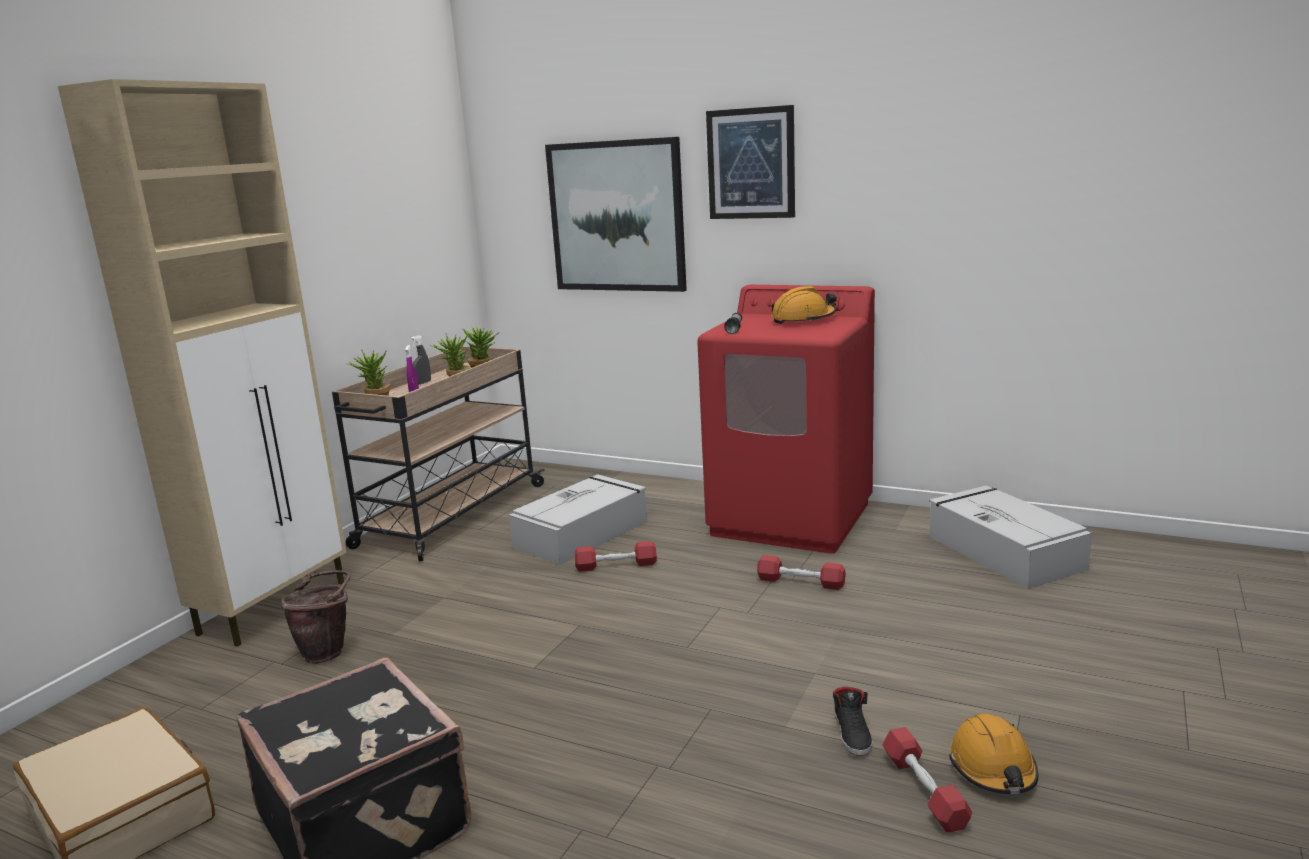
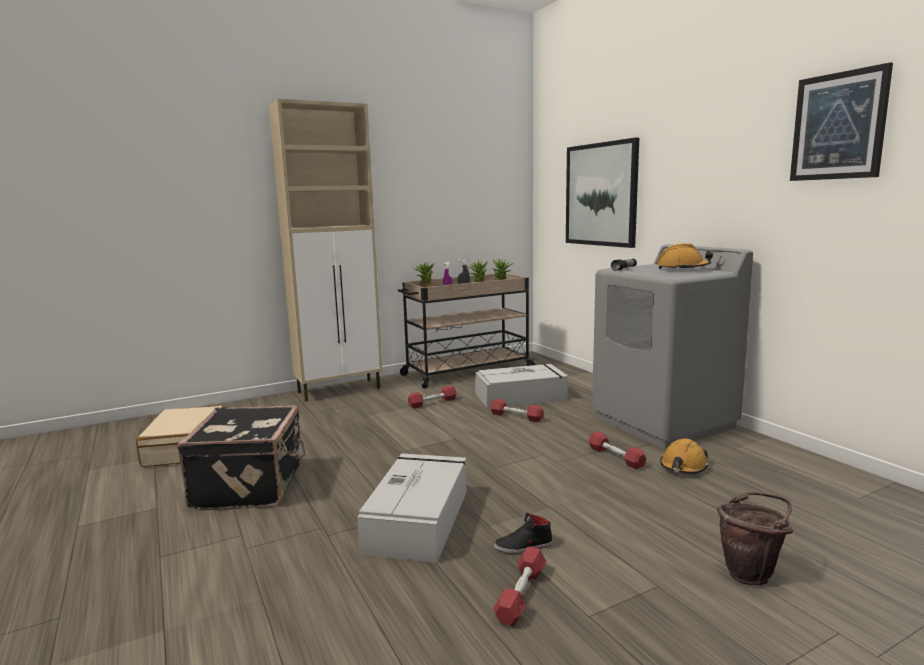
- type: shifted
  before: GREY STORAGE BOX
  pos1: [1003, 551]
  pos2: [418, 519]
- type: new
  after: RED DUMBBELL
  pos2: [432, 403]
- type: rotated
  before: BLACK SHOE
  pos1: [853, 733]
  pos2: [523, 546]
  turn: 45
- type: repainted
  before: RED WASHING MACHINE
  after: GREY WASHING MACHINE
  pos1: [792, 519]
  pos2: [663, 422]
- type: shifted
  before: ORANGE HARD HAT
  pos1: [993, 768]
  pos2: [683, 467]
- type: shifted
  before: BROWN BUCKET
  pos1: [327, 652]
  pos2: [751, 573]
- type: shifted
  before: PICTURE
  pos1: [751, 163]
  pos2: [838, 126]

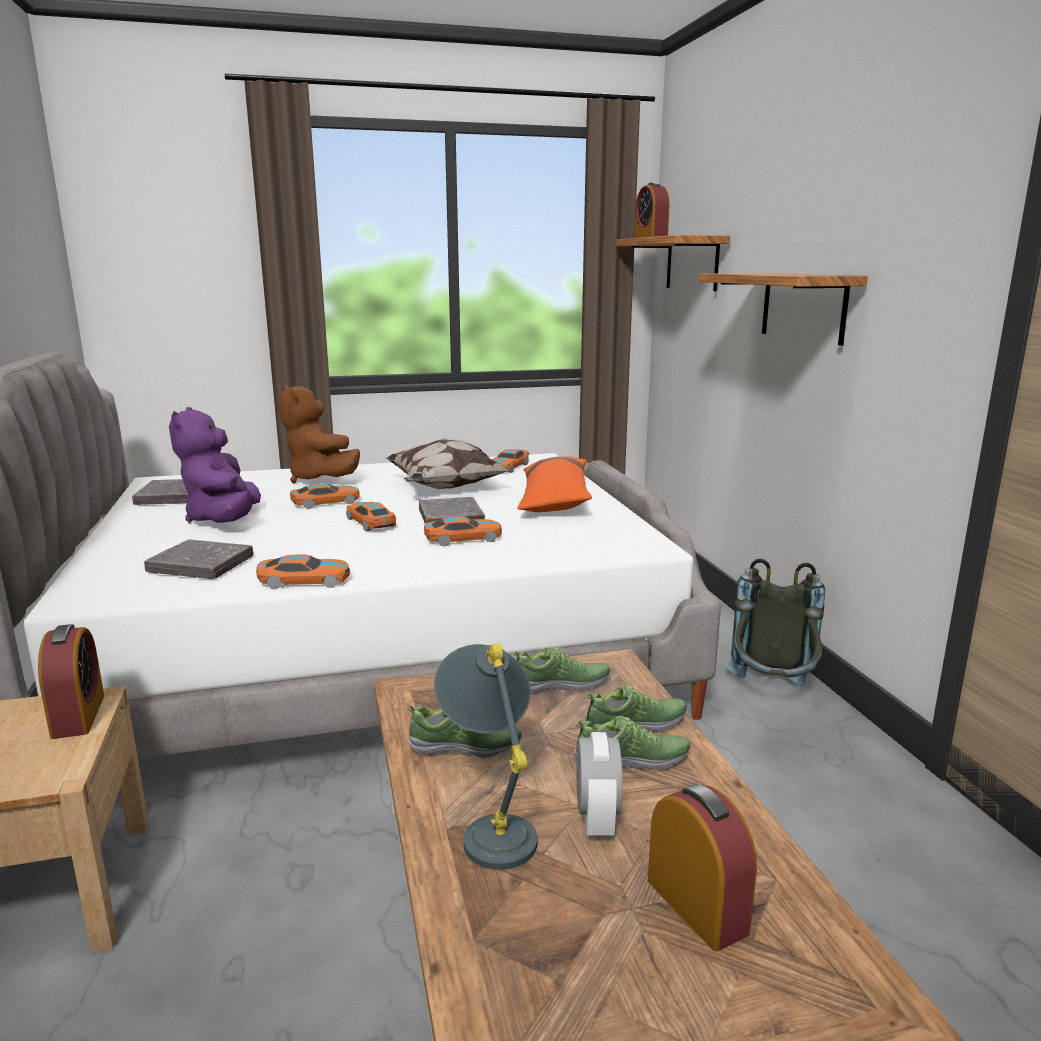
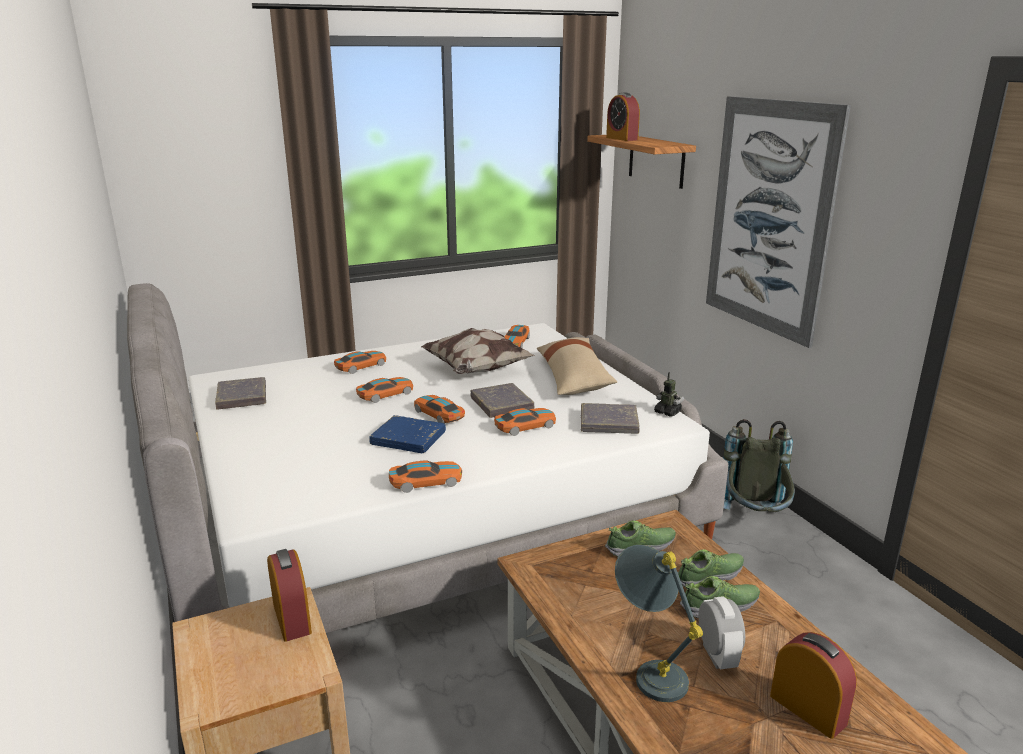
- type: swapped
  before: BROWN PLUSH TOY
  after: TOY CAR
  pos1: [320, 478]
  pos2: [361, 366]
- type: new
  after: BLUE BOOK
  pos2: [408, 439]
- type: repainted
  before: ORANGE PILLOW
  after: BEIGE PILLOW
  pos1: [554, 499]
  pos2: [573, 377]
- type: shifted
  before: GREY BOOK
  pos1: [201, 565]
  pos2: [608, 423]
- type: new
  after: TOY ROBOT
  pos2: [667, 412]
- type: swapped
  before: SHELF
  after: PICTURE
  pos1: [803, 307]
  pos2: [769, 218]
- type: gone
  before: PURPLE PLUSH TOY
  pos1: [224, 520]
- type: gone
  before: SHOE
  pos1: [465, 747]

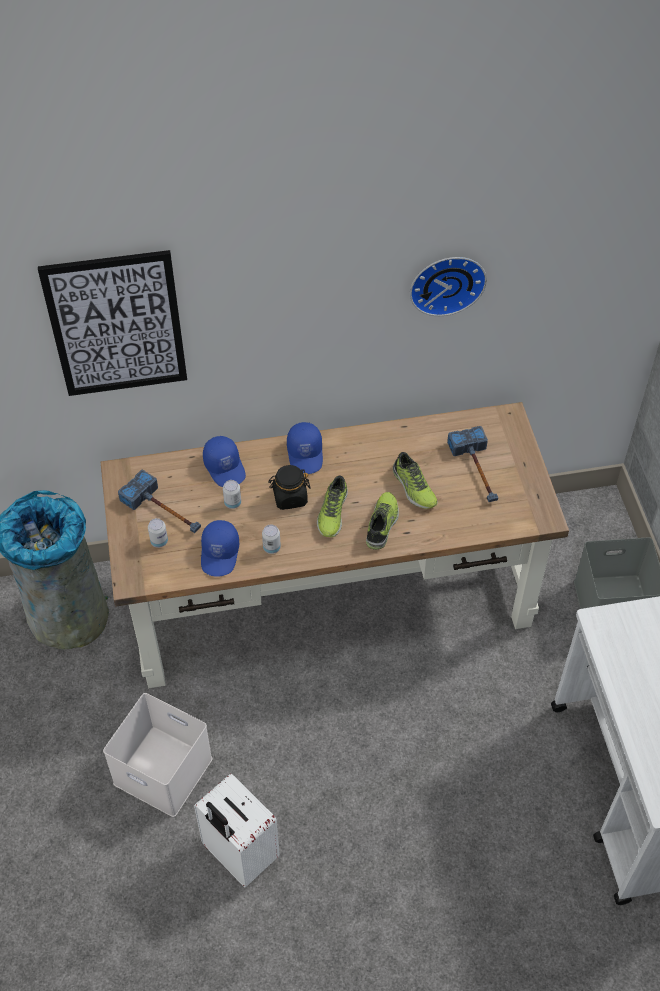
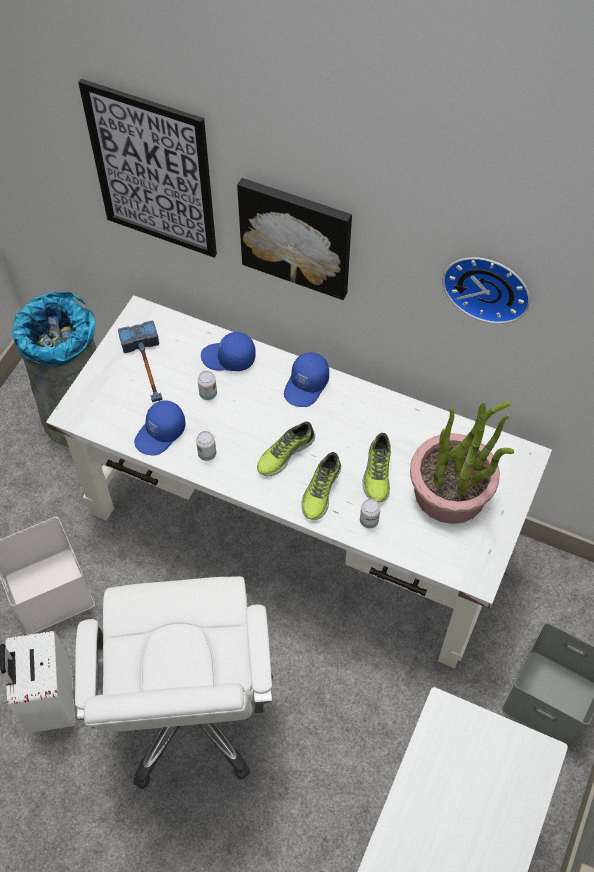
- type: repainted
  before: BROWN DESK
  after: WHITE DESK
  pos1: [331, 595]
  pos2: [299, 527]
- type: new
  after: WHITE OFFICE CHAIR
  pos2: [190, 711]
- type: rotated
  before: BLUE CAP
  pos1: [225, 467]
  pos2: [228, 358]
  turn: 90
- type: new
  after: PICTURE
  pos2: [296, 236]
- type: rotated
  before: SHOE
  pos1: [382, 524]
  pos2: [320, 491]
  turn: 150
- type: shifted
  before: CAN
  pos1: [159, 541]
  pos2: [369, 521]
- type: swapped
  before: HAMMER
  after: POTTED PLANT
  pos1: [477, 471]
  pos2: [451, 492]
- type: gone
  before: BLACK JAR
  pos1: [290, 497]

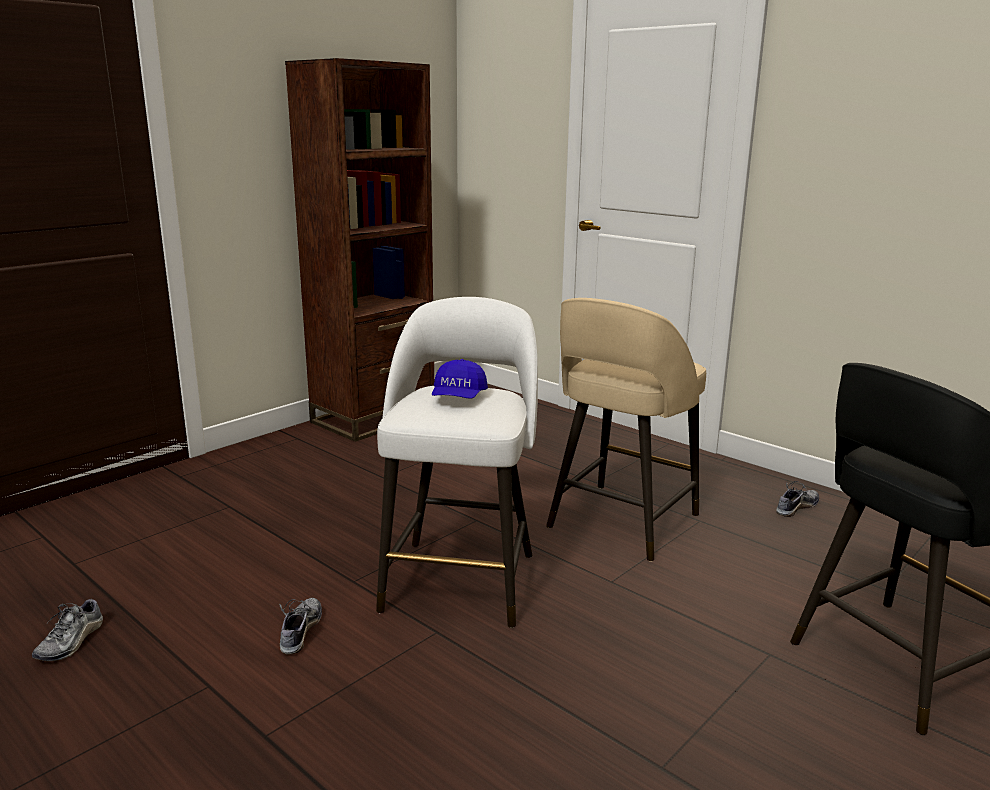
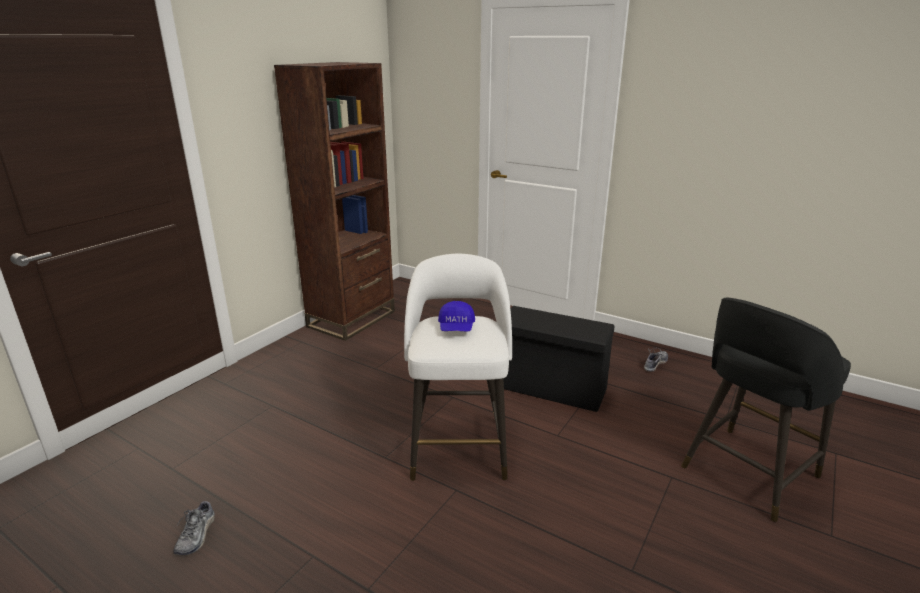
- type: swapped
  before: BEIGE STOOL
  after: BLACK STORAGE BOX
  pos1: [620, 523]
  pos2: [549, 388]
- type: gone
  before: SHOE
  pos1: [300, 632]

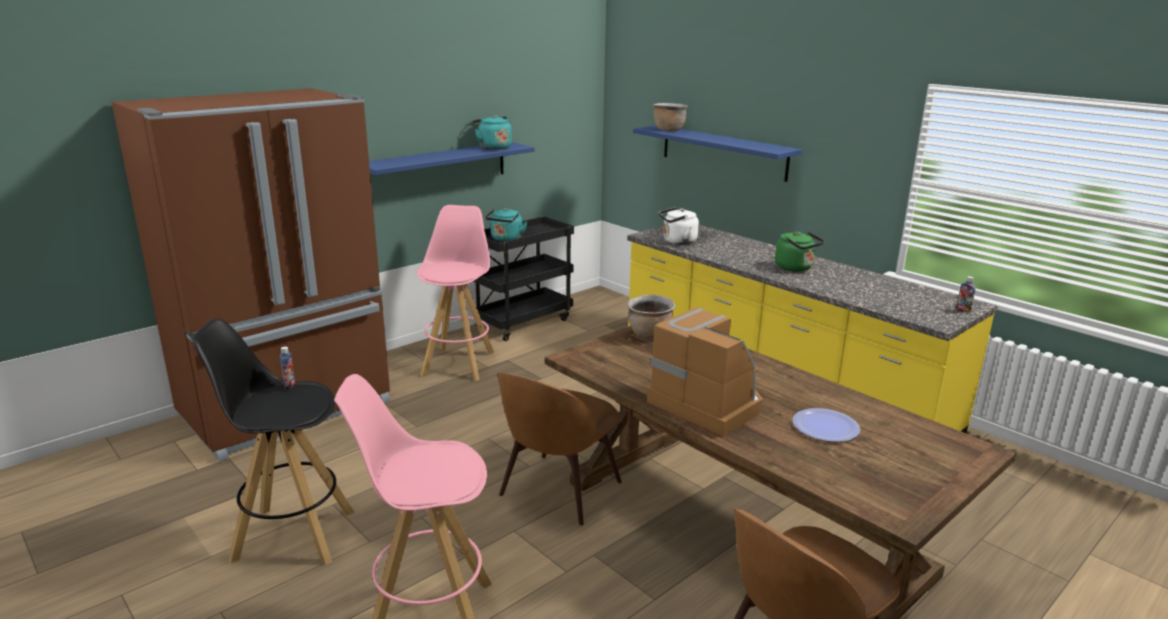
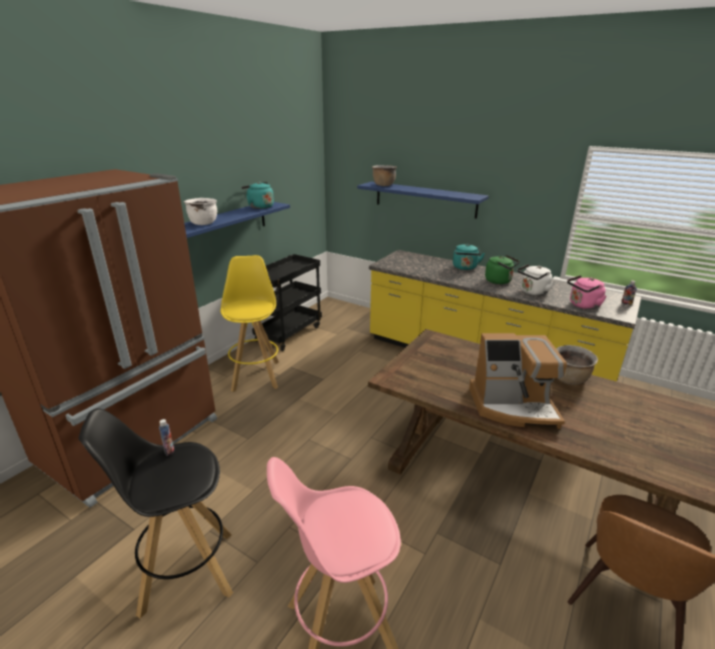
- type: new
  after: WHITE COOKING POT
  pos2: [203, 223]
- type: repainted
  before: PINK STOOL
  after: YELLOW STOOL
  pos1: [459, 363]
  pos2: [256, 375]
- type: shifted
  before: TURQUOISE KETTLE
  pos1: [506, 239]
  pos2: [465, 268]
- type: rotated
  before: COFFEE MACHINE
  pos1: [707, 403]
  pos2: [513, 406]
  turn: 150
- type: shifted
  before: WHITE KETTLE
  pos1: [677, 242]
  pos2: [532, 292]
- type: shifted
  before: BROWN COOKING POT
  pos1: [649, 335]
  pos2: [569, 380]
- type: new
  after: PINK KETTLE
  pos2: [583, 305]
- type: gone
  before: BROWN CHAIR
  pos1: [558, 491]
- type: gone
  before: PLATE
  pos1: [825, 427]

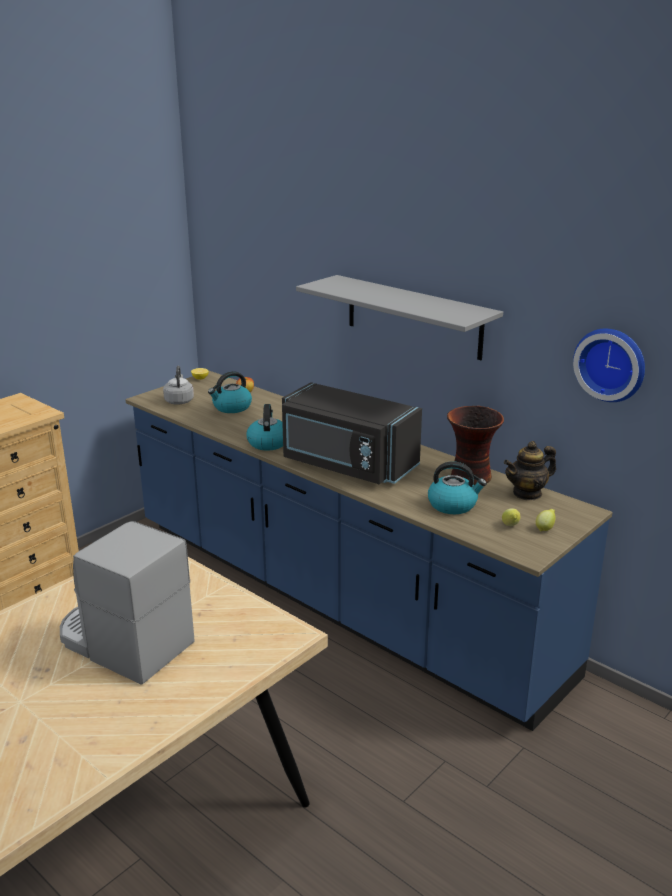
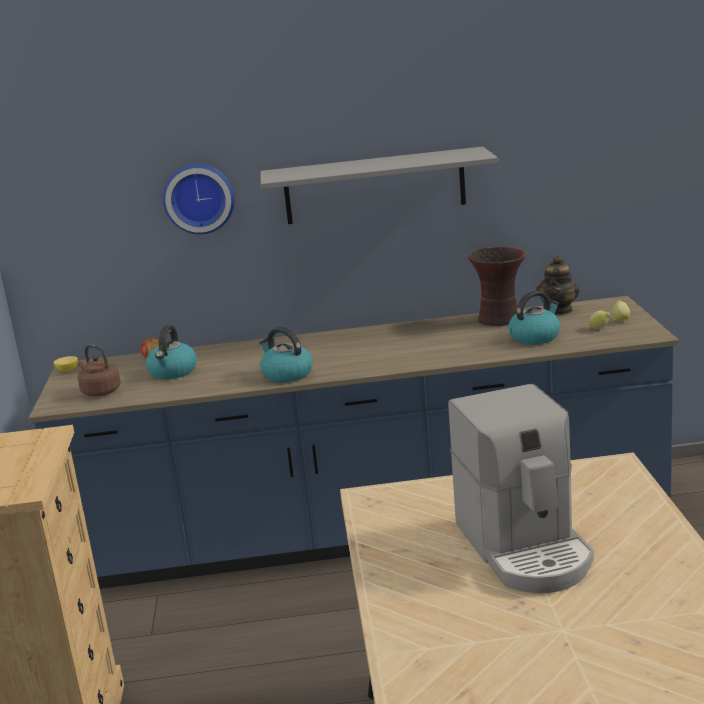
- type: repainted
  before: GREY KETTLE
  after: BROWN KETTLE
  pos1: [179, 400]
  pos2: [99, 391]
- type: shifted
  before: WALL CLOCK
  pos1: [611, 363]
  pos2: [199, 198]
- type: rotated
  before: COFFEE MACHINE
  pos1: [123, 643]
  pos2: [525, 548]
  turn: -90
- type: gone
  before: BLACK MICROWAVE
  pos1: [346, 465]

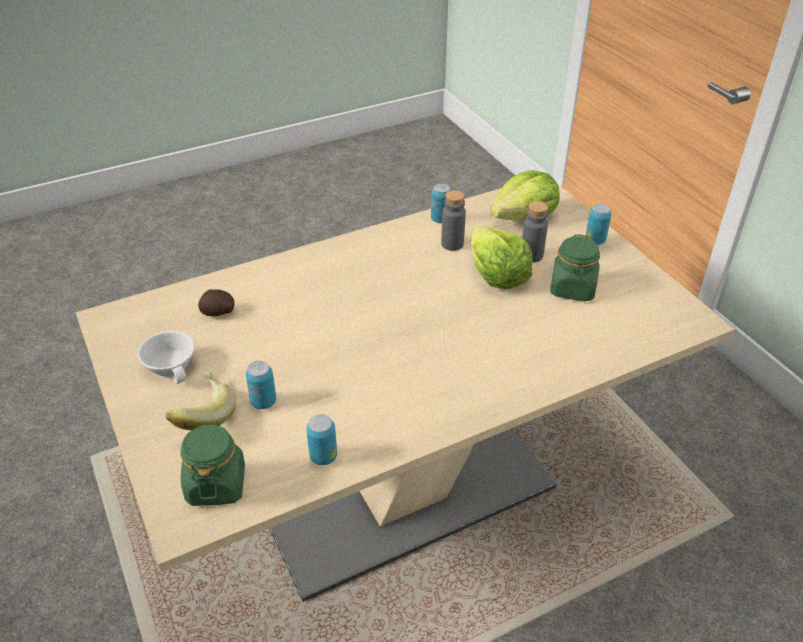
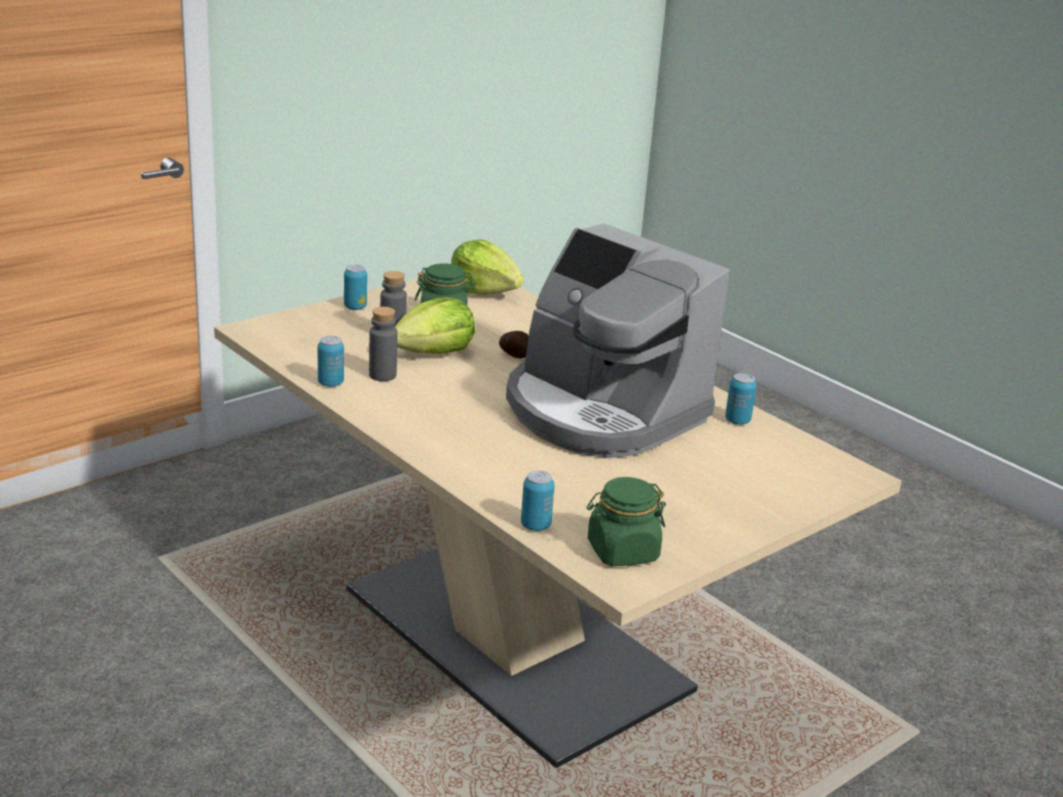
- type: shifted
  before: LETTUCE
  pos1: [524, 216]
  pos2: [484, 291]
- type: shifted
  before: POTATO
  pos1: [218, 313]
  pos2: [515, 355]
- type: new
  after: COFFEE MACHINE
  pos2: [601, 412]
- type: shifted
  before: CAN
  pos1: [263, 402]
  pos2: [535, 525]
- type: shifted
  before: GREEN JAR
  pos1: [216, 484]
  pos2: [622, 552]
- type: gone
  before: WHITE CUP
  pos1: [173, 367]
- type: gone
  before: BANANA
  pos1: [202, 415]

